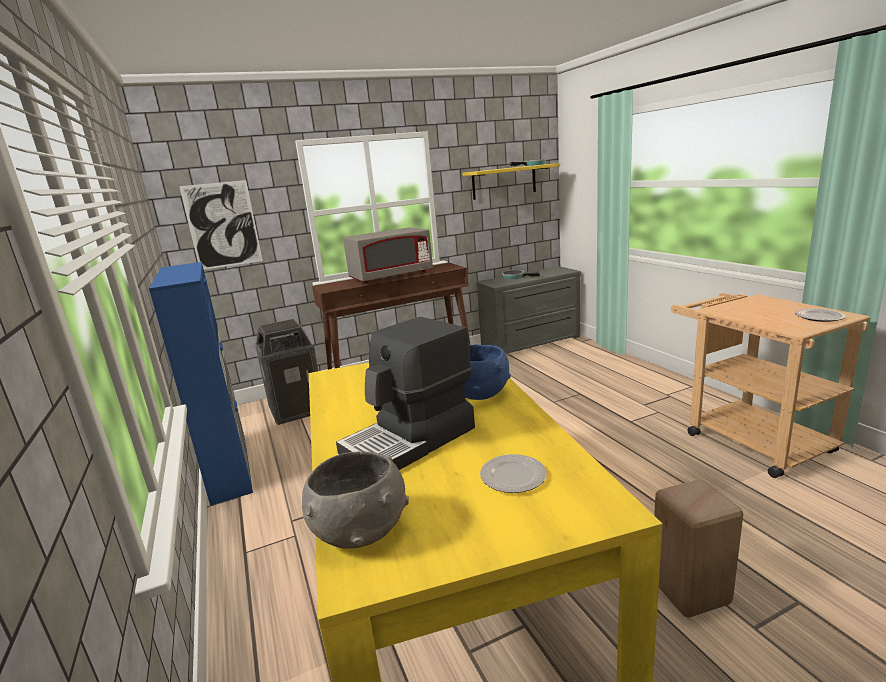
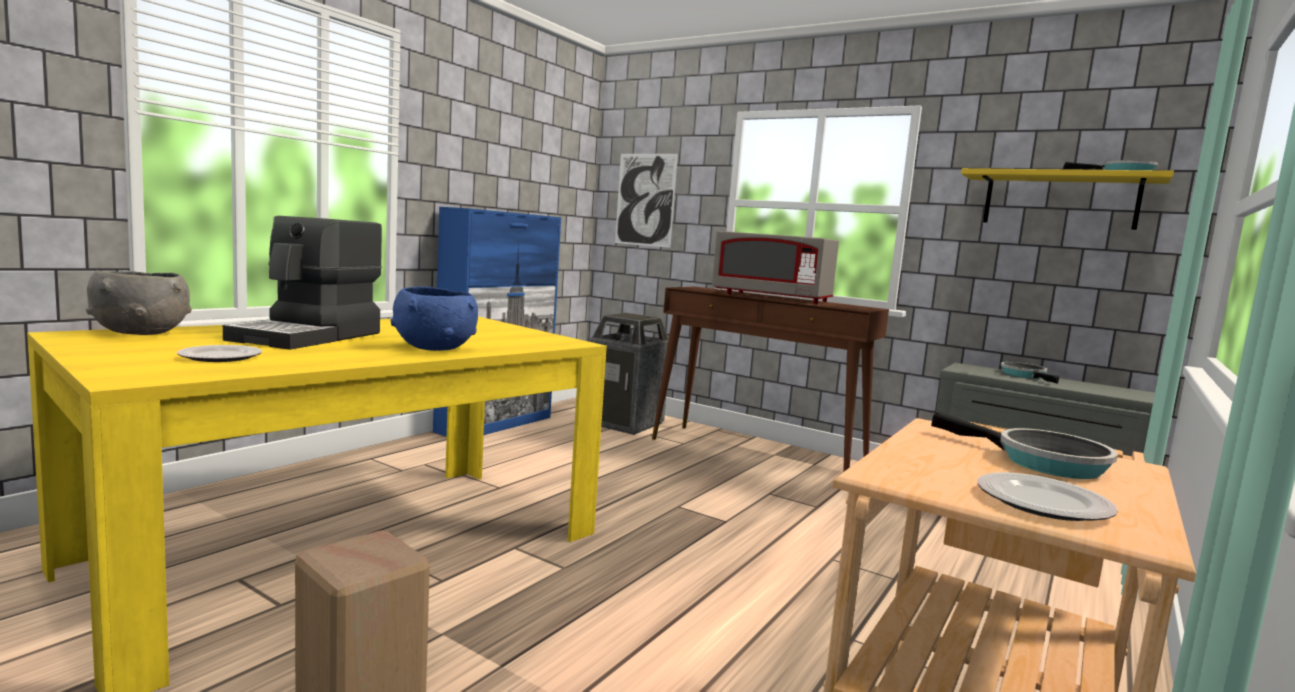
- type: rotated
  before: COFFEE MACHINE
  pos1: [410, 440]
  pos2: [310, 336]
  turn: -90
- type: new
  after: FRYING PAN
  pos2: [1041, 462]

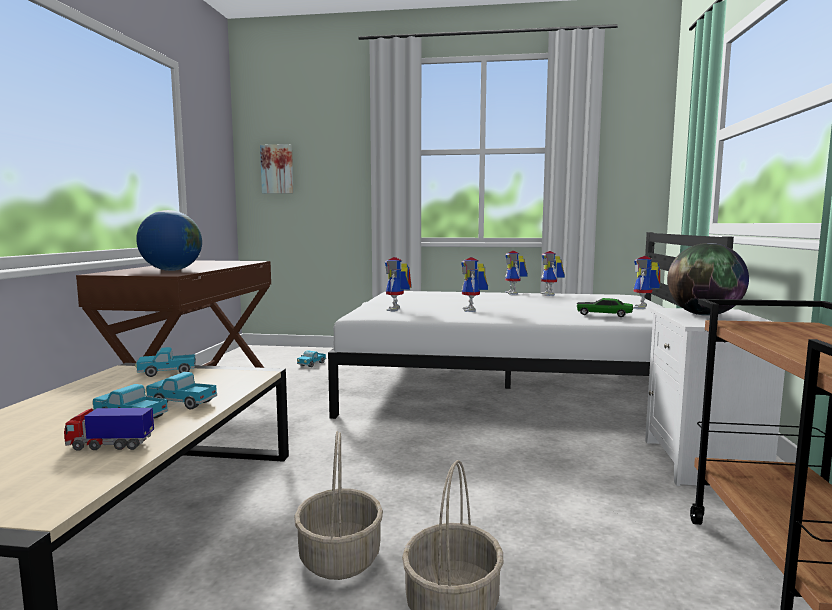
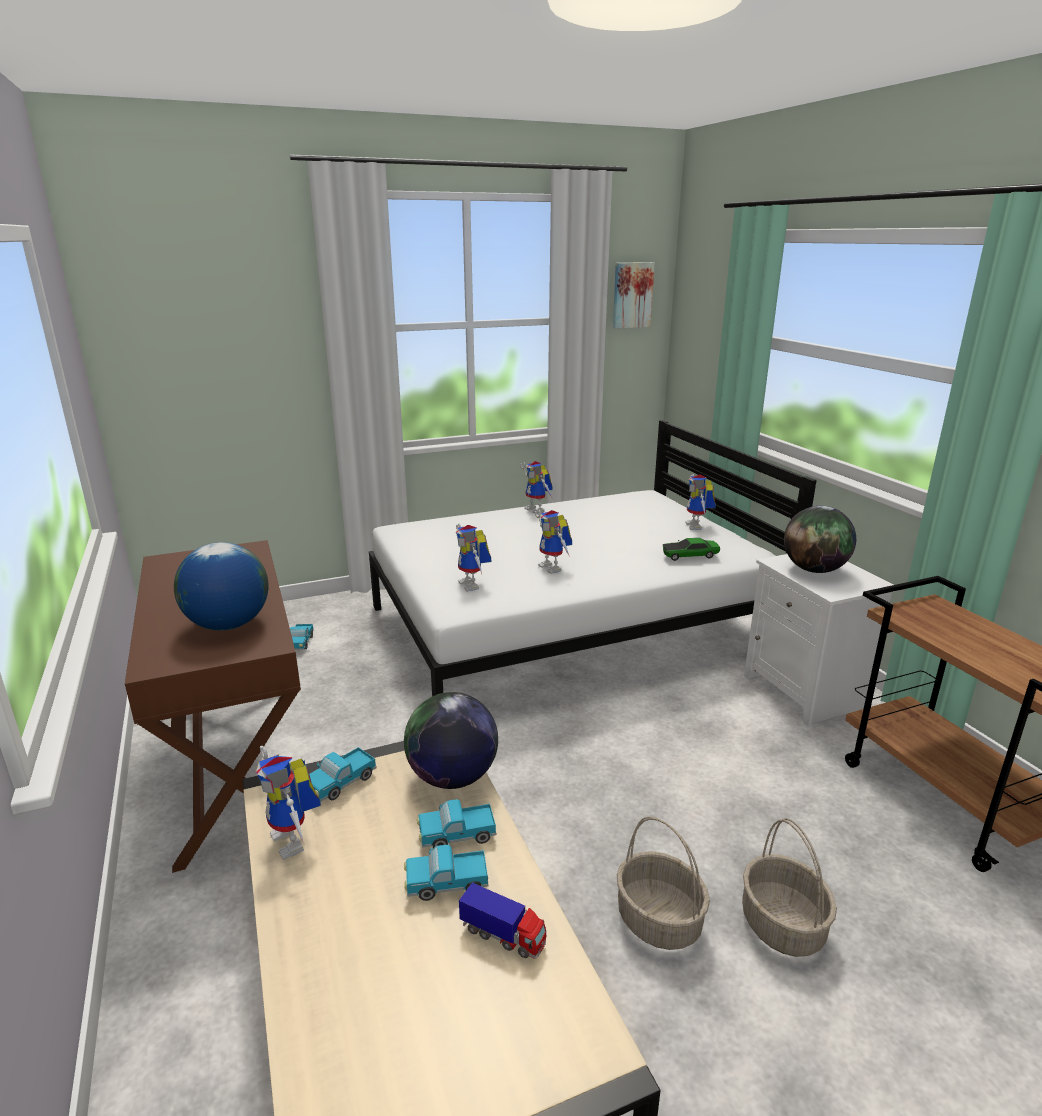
- type: shifted
  before: TOY ROBOT
  pos1: [551, 295]
  pos2: [295, 841]
- type: new
  after: GLOBE
  pos2: [452, 777]
- type: rotated
  before: TOY TRUCK
  pos1: [110, 445]
  pos2: [503, 936]
  turn: -120
- type: shifted
  before: PICTURE
  pos1: [277, 169]
  pos2: [631, 295]

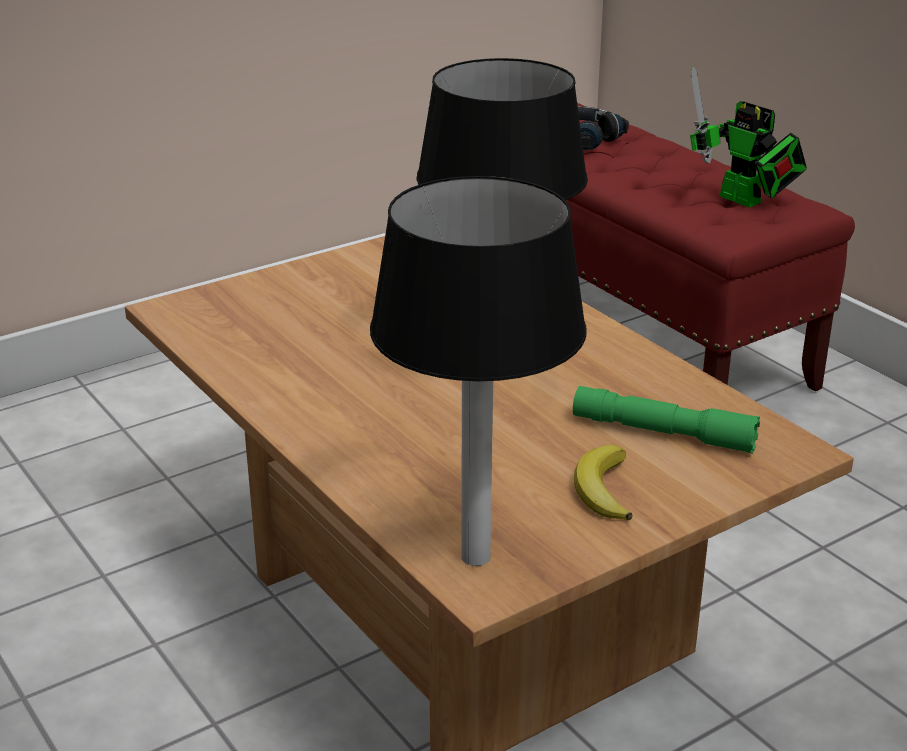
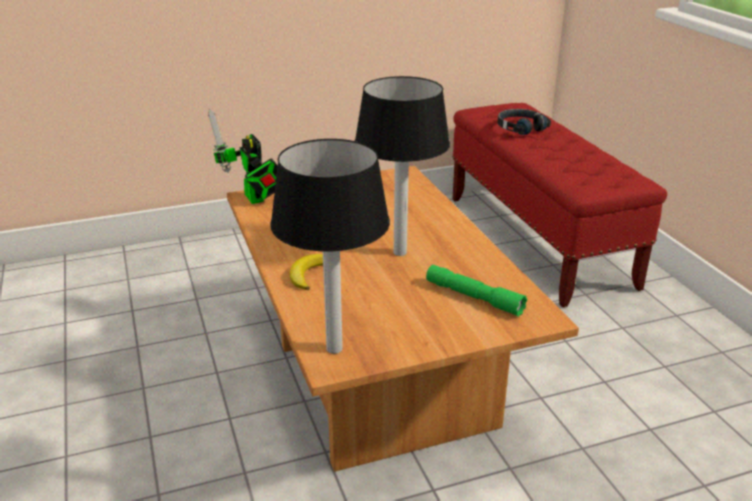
- type: shifted
  before: TOY ROBOT
  pos1: [745, 201]
  pos2: [255, 199]
- type: shifted
  before: BANANA
  pos1: [602, 489]
  pos2: [306, 274]

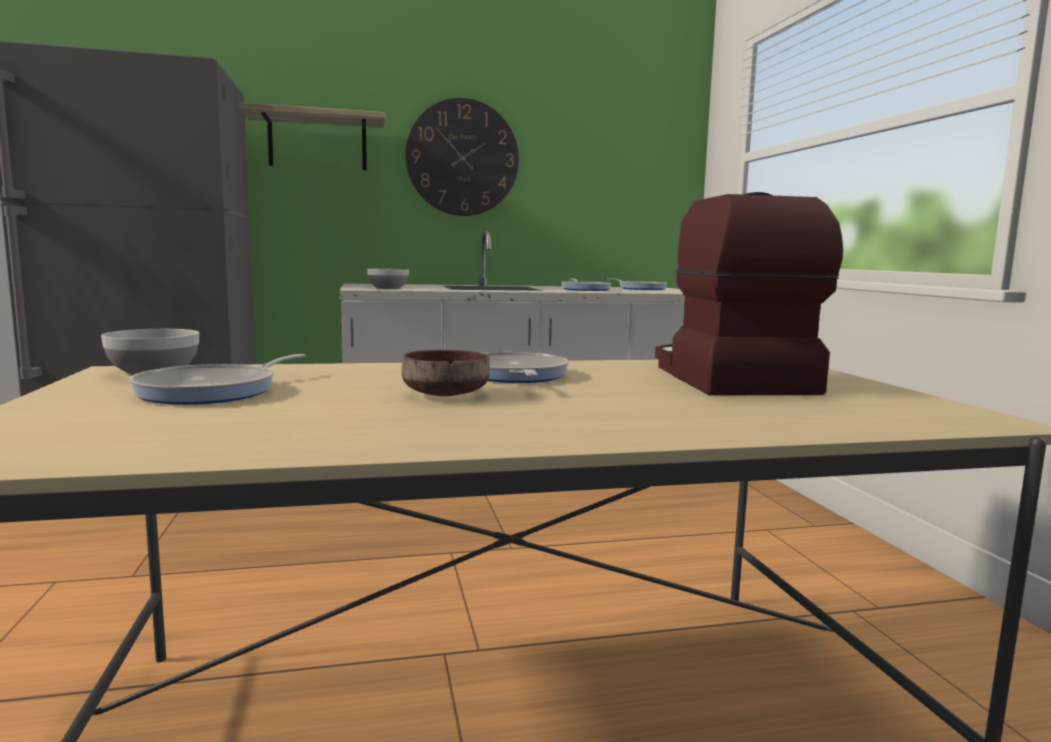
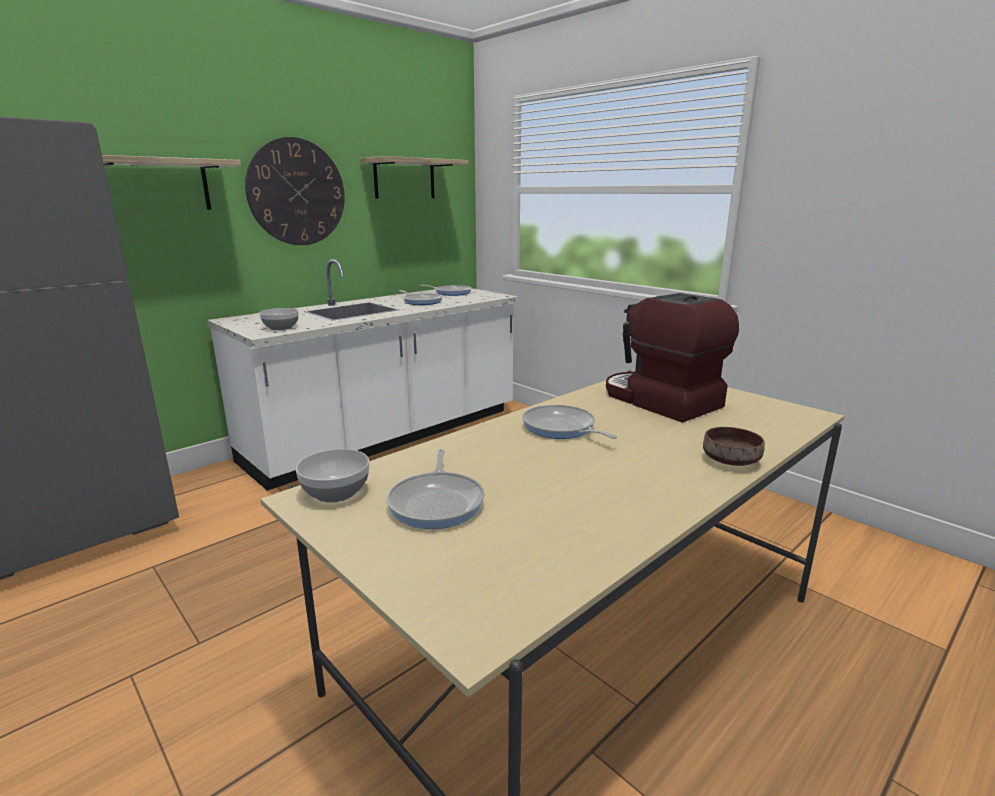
- type: new
  after: SHELF
  pos2: [404, 179]
- type: shifted
  before: BROWN BOWL
  pos1: [446, 394]
  pos2: [730, 460]

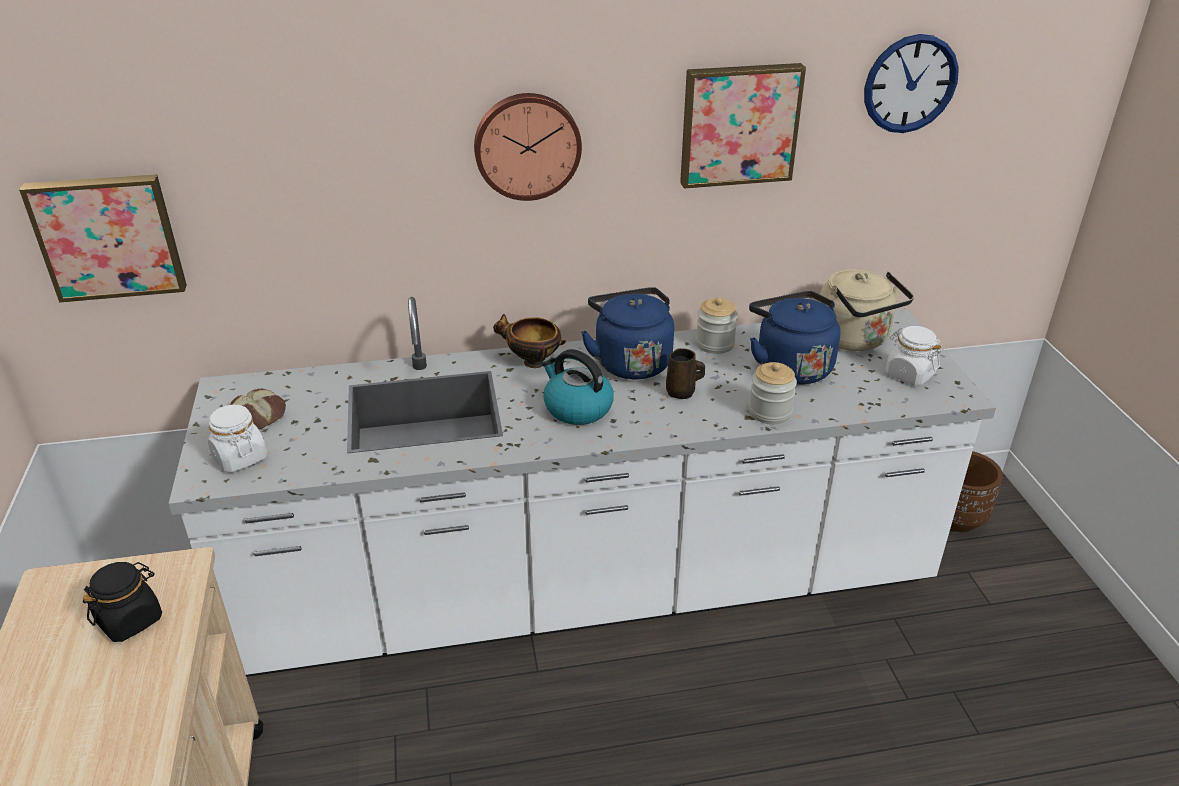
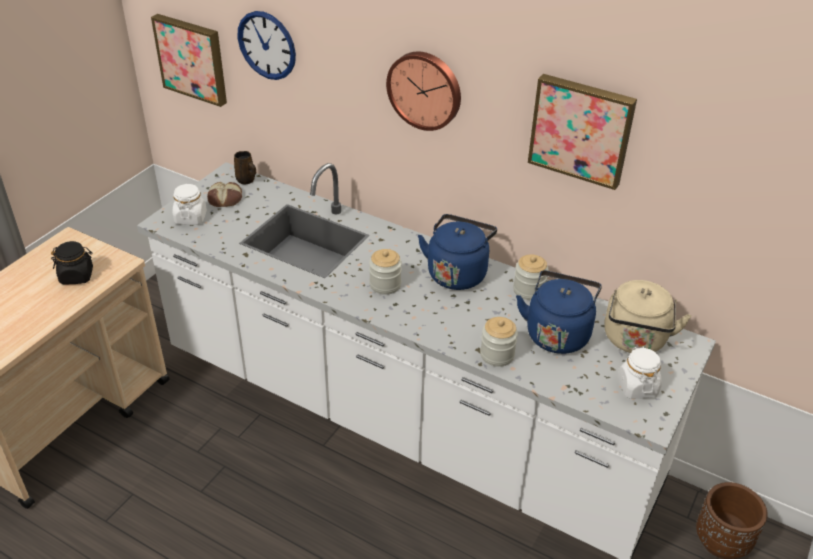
- type: shifted
  before: BROWN MUG
  pos1: [682, 392]
  pos2: [246, 180]
- type: shifted
  before: WALL CLOCK
  pos1: [910, 84]
  pos2: [267, 45]
- type: swapped
  before: KETTLE
  after: JAR
  pos1: [577, 408]
  pos2: [385, 285]
- type: gone
  before: BOWL
  pos1: [532, 362]

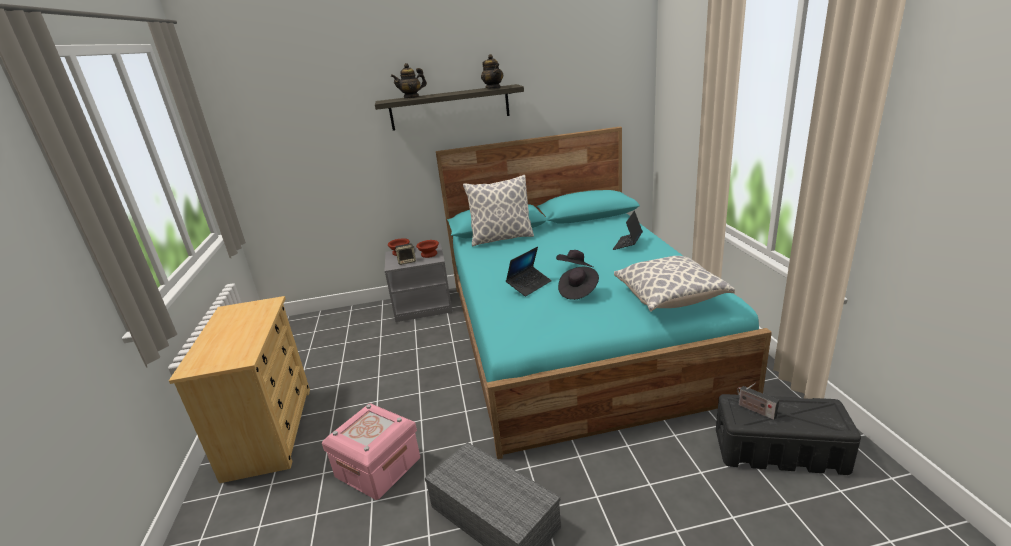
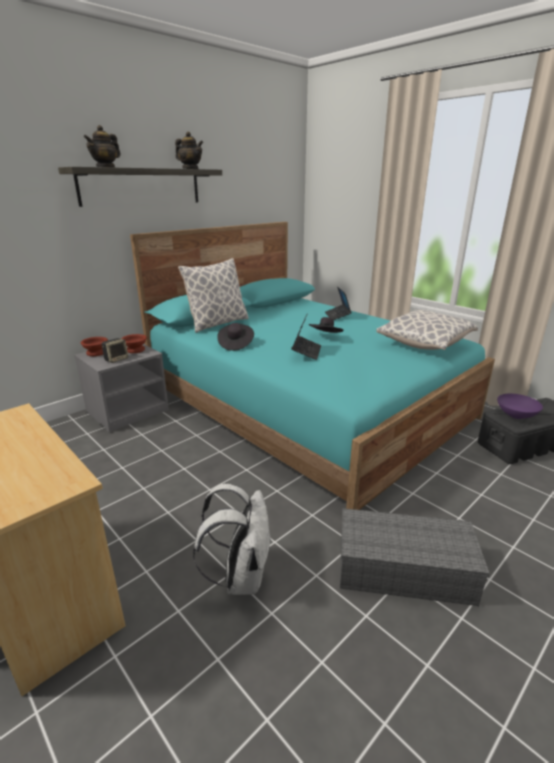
- type: swapped
  before: PINK STORAGE BOX
  after: WHITE BACKPACK
  pos1: [378, 467]
  pos2: [241, 576]
- type: shifted
  before: BLACK HAT
  pos1: [578, 291]
  pos2: [235, 344]
- type: swapped
  before: RADIO
  after: PURPLE BOWL
  pos1: [754, 410]
  pos2: [516, 415]

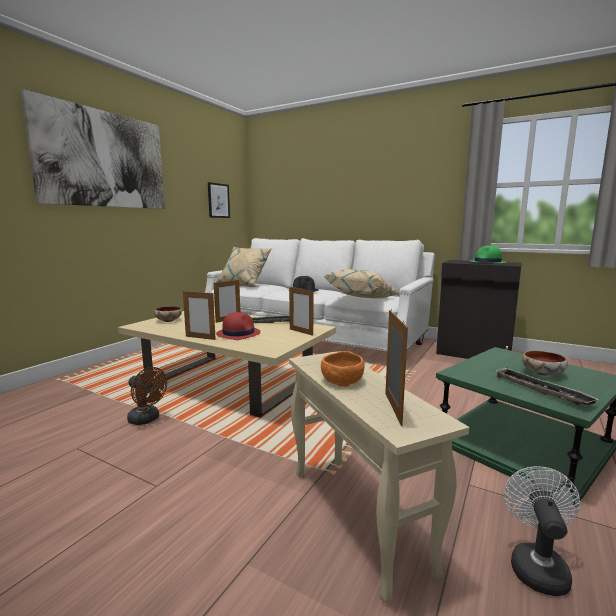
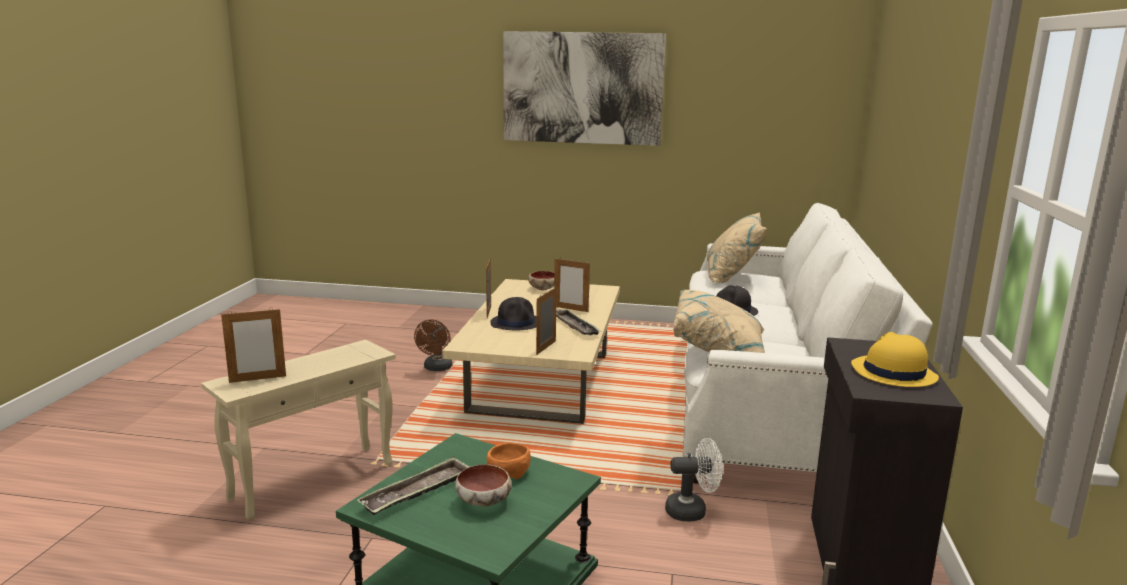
- type: shifted
  before: ORANGE BOWL
  pos1: [342, 381]
  pos2: [507, 472]
- type: repainted
  before: RED HAT
  after: BLACK HAT
  pos1: [238, 333]
  pos2: [516, 323]
- type: shifted
  before: WHITE FAN
  pos1: [536, 565]
  pos2: [692, 511]
- type: repainted
  before: GREEN HAT
  after: YELLOW HAT
  pos1: [487, 262]
  pos2: [893, 373]
- type: gone
  before: PICTURE
  pos1: [218, 200]

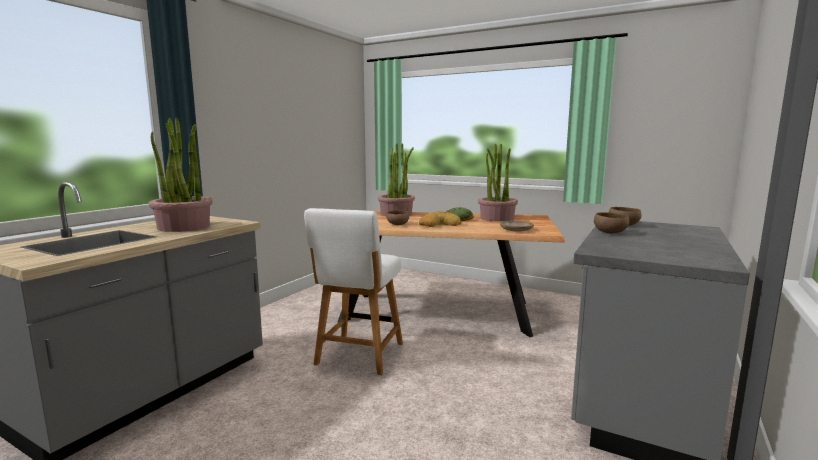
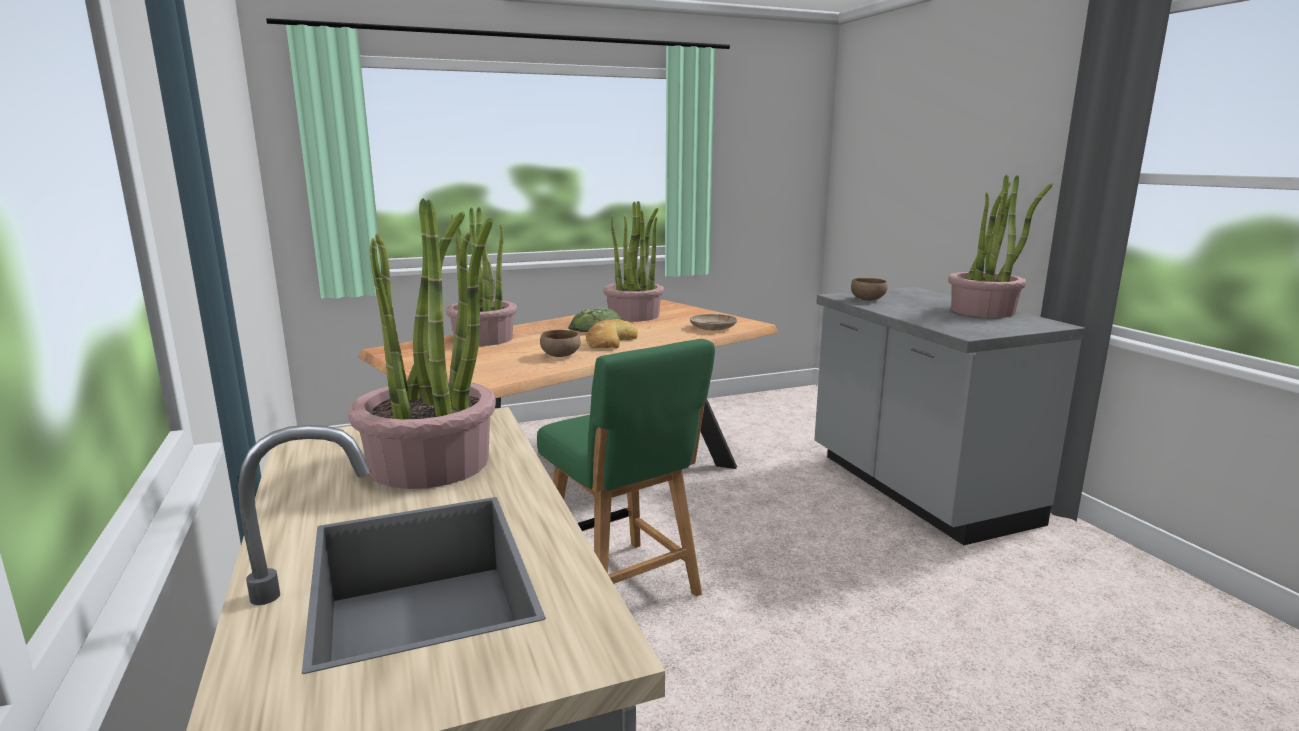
- type: repainted
  before: WHITE CHAIR
  after: GREEN CHAIR
  pos1: [358, 356]
  pos2: [623, 589]
- type: new
  after: POTTED PLANT
  pos2: [983, 311]
- type: gone
  before: BROWN BOWL
  pos1: [611, 233]

